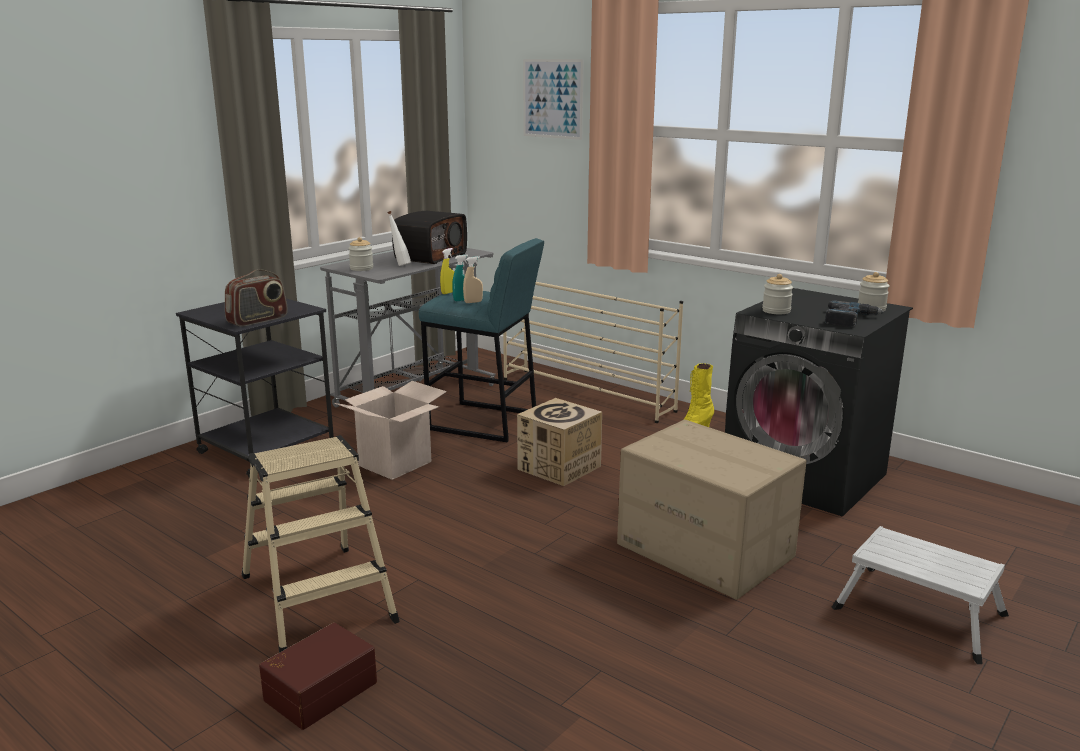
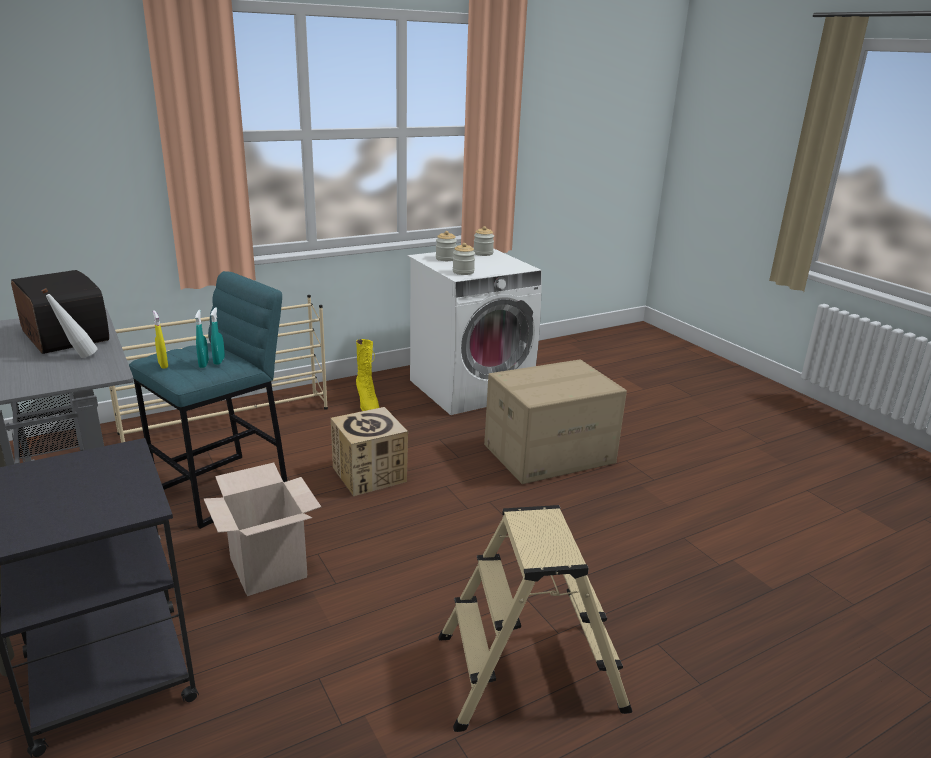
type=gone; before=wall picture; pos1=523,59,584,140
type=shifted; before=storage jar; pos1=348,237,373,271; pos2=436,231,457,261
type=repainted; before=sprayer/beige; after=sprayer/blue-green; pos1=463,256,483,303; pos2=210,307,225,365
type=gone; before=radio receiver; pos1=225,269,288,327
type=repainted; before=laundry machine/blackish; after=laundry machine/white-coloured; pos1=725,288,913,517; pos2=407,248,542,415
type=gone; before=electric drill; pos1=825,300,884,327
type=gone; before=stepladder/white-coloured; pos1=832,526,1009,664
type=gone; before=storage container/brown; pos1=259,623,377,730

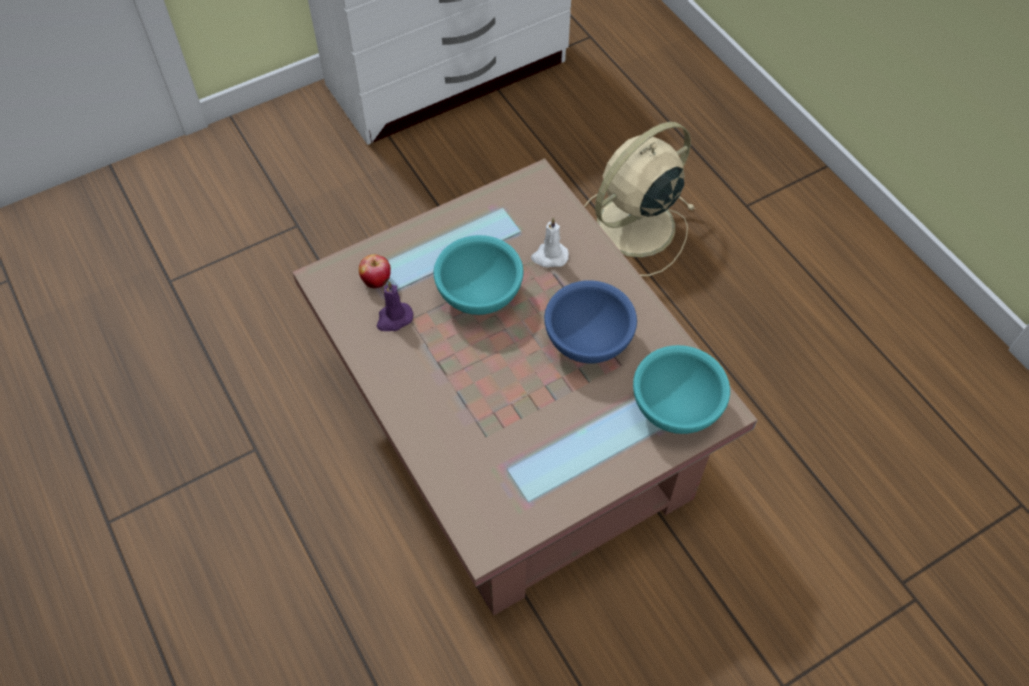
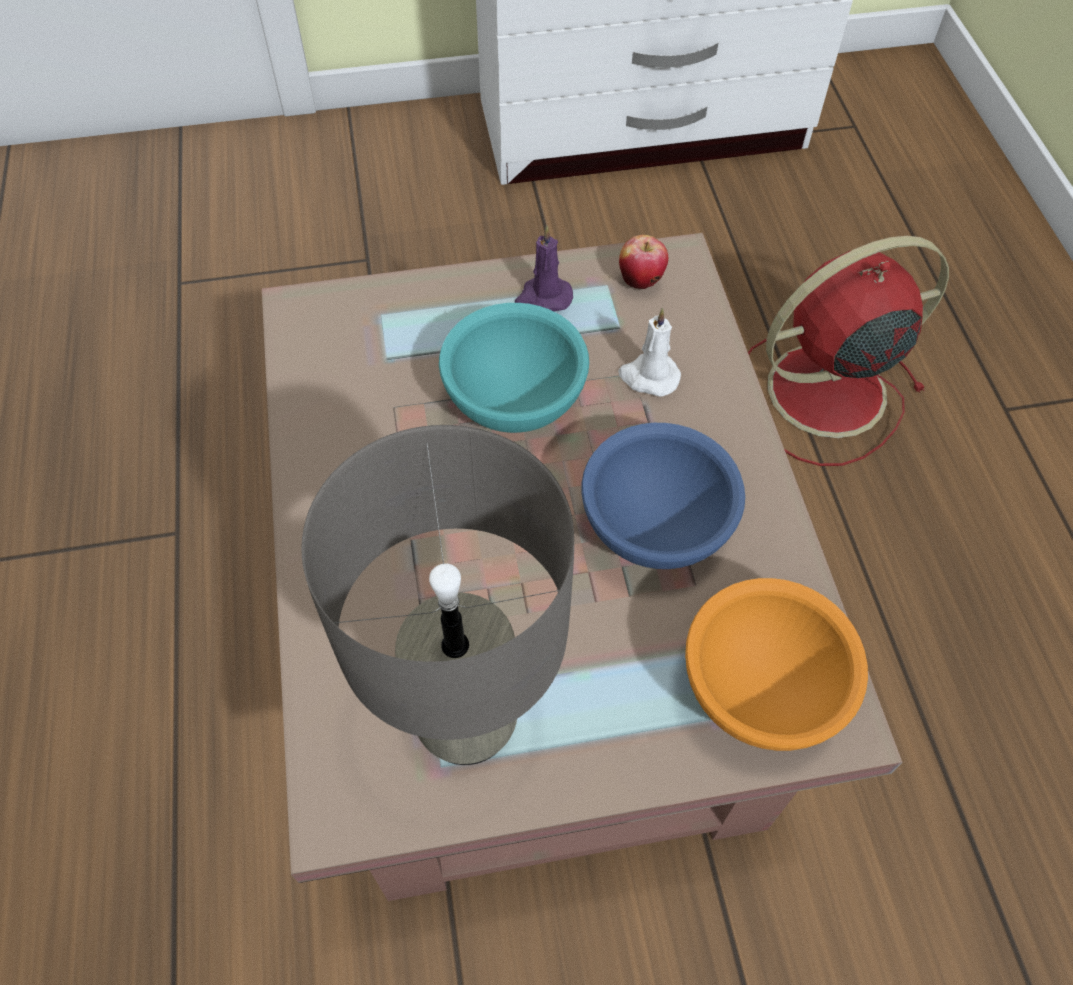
type=repainted; before=fan/beige; after=fan/reddish; pos1=584,122,695,276; pos2=748,236,949,466
type=shifted; before=apple fruit; pos1=359,254,391,288; pos2=619,235,668,289
type=shifted; before=wax candle/purplish; pos1=377,281,413,331; pos2=515,226,573,311
type=repainted; before=serving bowl/blue-green; after=serving bowl/orange; pos1=633,345,730,434; pos2=685,578,868,751
type=new; after=lamp for a table/greyish; pos2=301,425,574,765

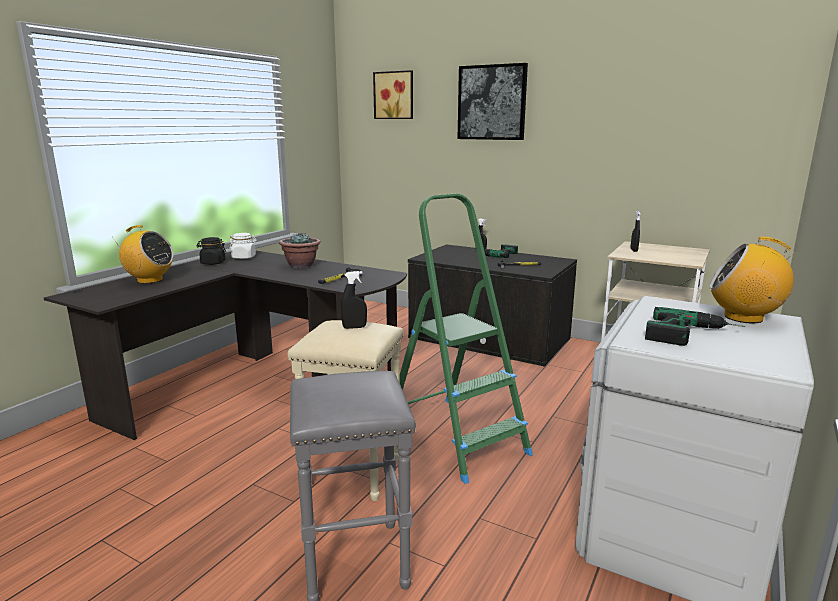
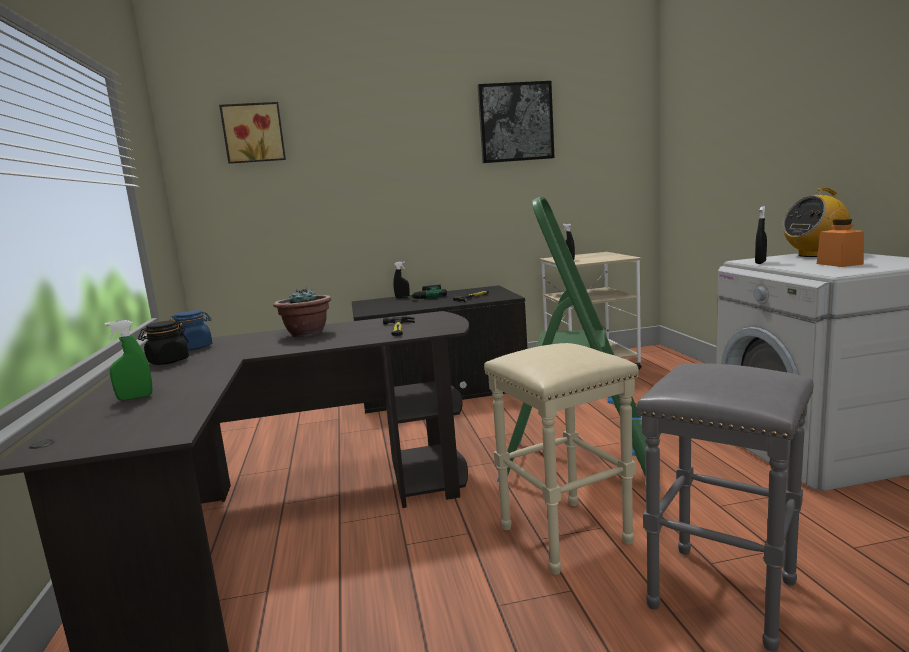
type=shifted; before=wall picture; pos1=458,63,528,140; pos2=477,81,555,163
type=swapped; before=radio receiver; after=sprayer/green-coloured; pos1=112,225,173,284; pos2=104,320,152,400
type=repainted; before=storage jar/white-coloured; after=storage jar/blue; pos1=230,233,256,259; pos2=169,310,212,350
type=shifted; before=sprayer/blackish; pos1=341,271,367,329; pos2=755,206,767,264
type=swapped; before=electric drill; after=storage jar/orange; pos1=645,307,745,346; pos2=817,219,864,267

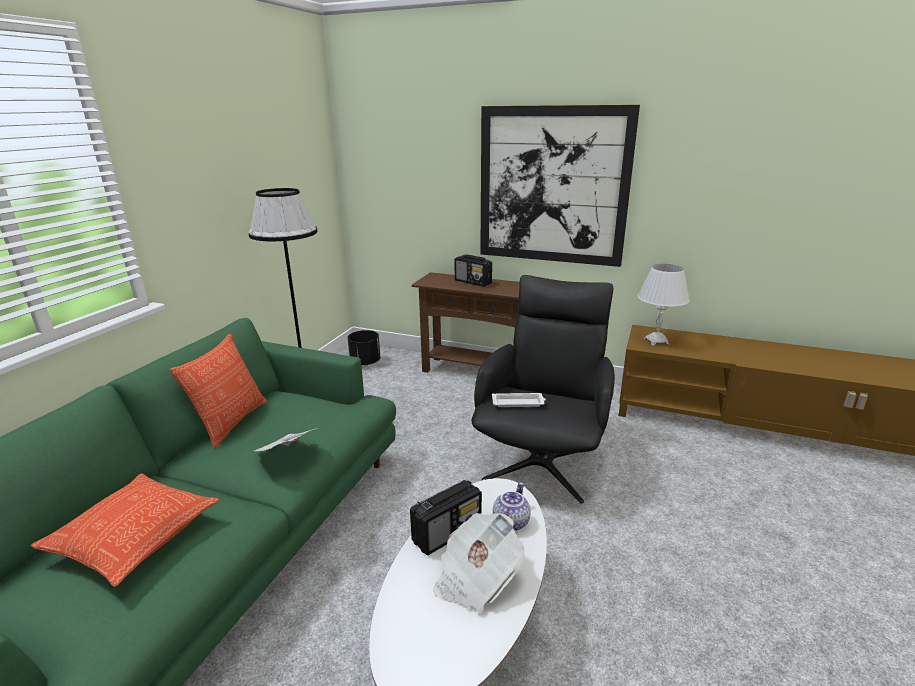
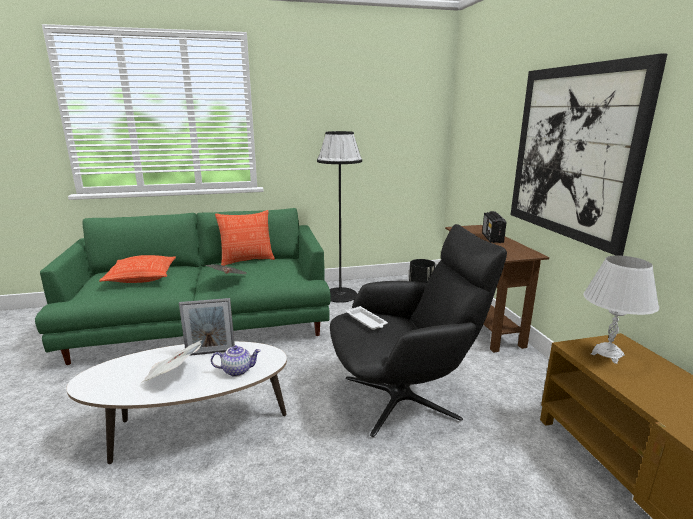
type=swapped; before=radio receiver; after=standing frame; pos1=410,480,482,555; pos2=179,298,235,356

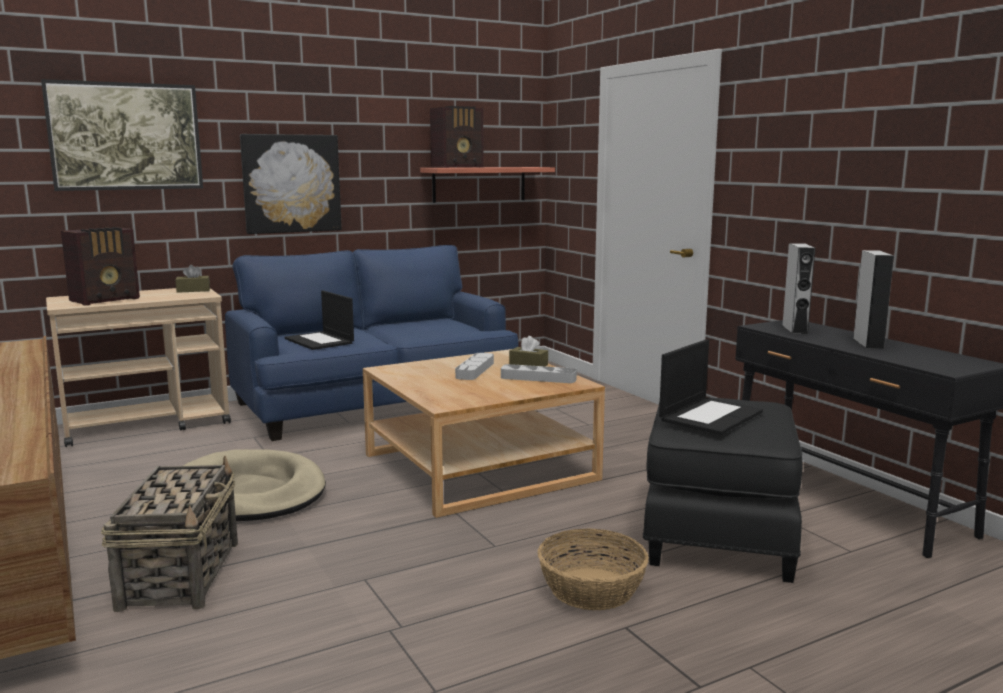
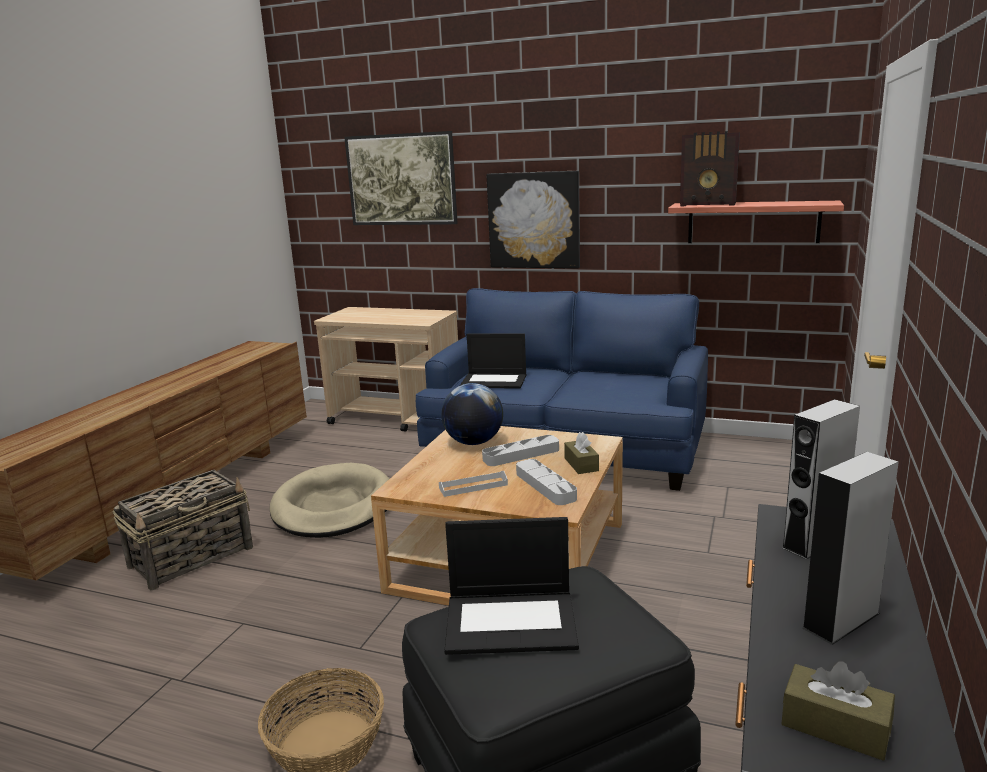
type=gone; before=radio receiver; pos1=61,227,140,306
type=shifted; before=box of tissues/brown; pos1=175,265,210,293; pos2=782,661,895,761
type=rotated; before=notebook computer; pos1=285,291,354,350; pos2=460,334,526,389; turn=-90
type=new; after=world globe; pos2=441,383,503,445
type=new; after=tray/white-coloured; pos2=439,471,508,497

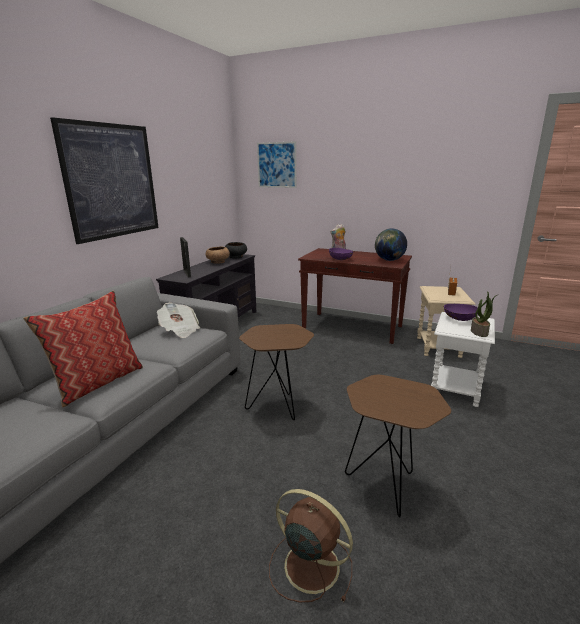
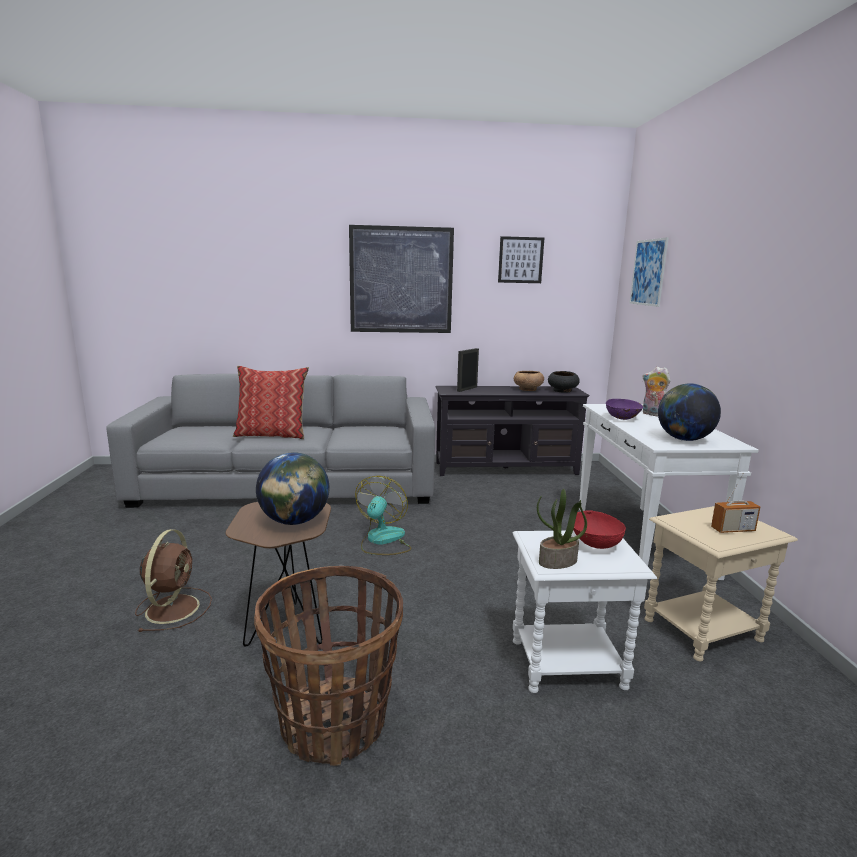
type=repainted; before=hall table/brown; after=hall table/white-coloured; pos1=298,248,412,344; pos2=579,404,759,581
type=gone; before=newspaper; pos1=157,303,200,338
type=repainted; before=serving bowl/purplish; after=serving bowl/reddish; pos1=444,304,478,321; pos2=573,510,626,549
type=swapped; before=end table/brown; after=fan; pos1=239,324,314,420; pos2=355,476,412,555
type=new; after=wall picture; pos2=498,236,544,283
type=new; after=world globe; pos2=256,452,330,525
type=new; after=basket; pos2=254,566,403,766

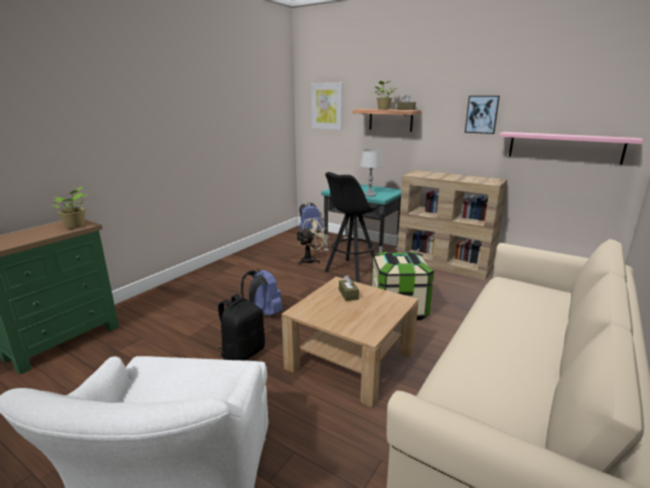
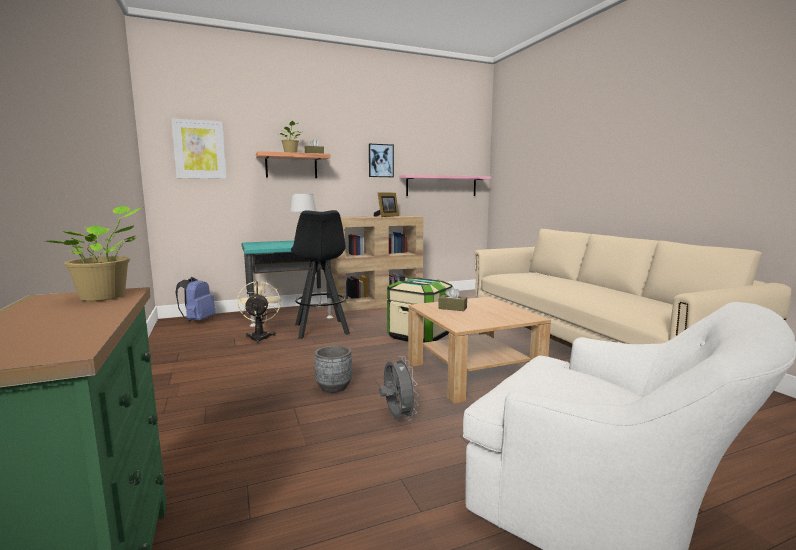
type=swapped; before=knapsack/blue; after=plant pot/greyish; pos1=241,269,283,317; pos2=314,345,352,393
type=swapped; before=knapsack/blackish; after=fan/greyish; pos1=218,294,265,361; pos2=379,356,419,420
type=new; after=standing frame; pos2=374,192,399,217

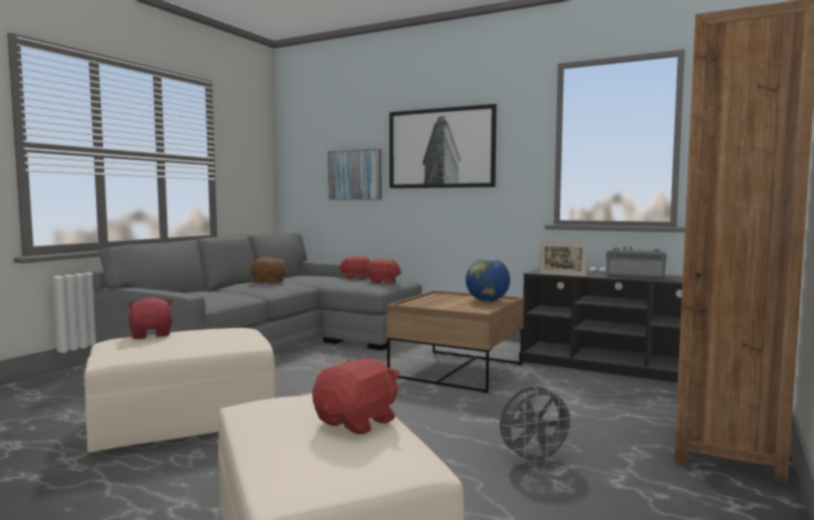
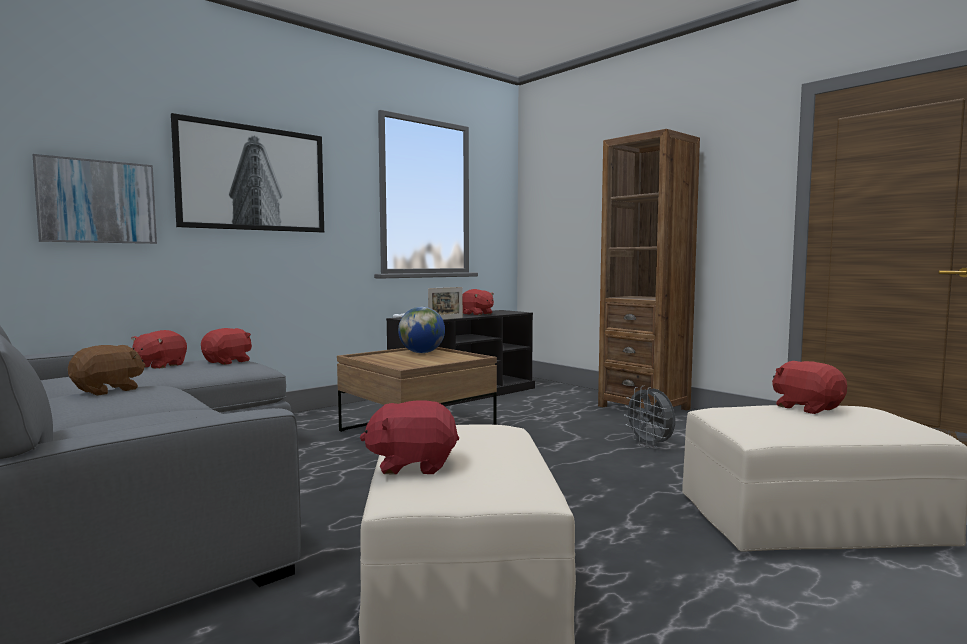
type=swapped; before=radio receiver; after=plush toy/reddish; pos1=606,247,667,279; pos2=463,289,494,315
type=rotated; before=fan/greyish; pos1=500,386,576,467; pos2=624,386,675,448; turn=150

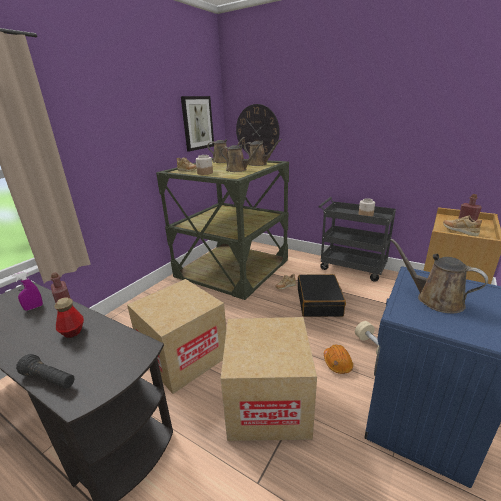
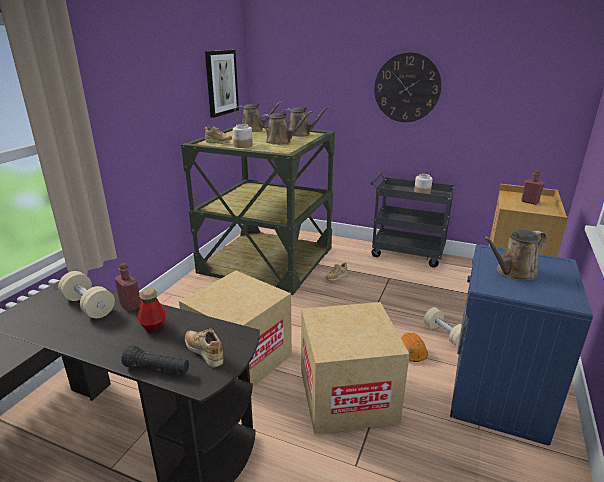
type=shifted; before=clock on the wall; pos1=236,104,280,155; pos2=374,52,442,122
type=shifted; before=shoe/beige; pos1=443,216,482,236; pos2=185,328,223,368
type=rotated; before=watering can/brown; pos1=390,238,488,313; pos2=483,230,547,280; turn=-60
type=swapped; before=sprayer/purplish; after=dumbbell/beige; pos1=12,271,43,311; pos2=58,271,115,318
type=gone; before=piece of luggage/blackish; pos1=298,274,346,317

